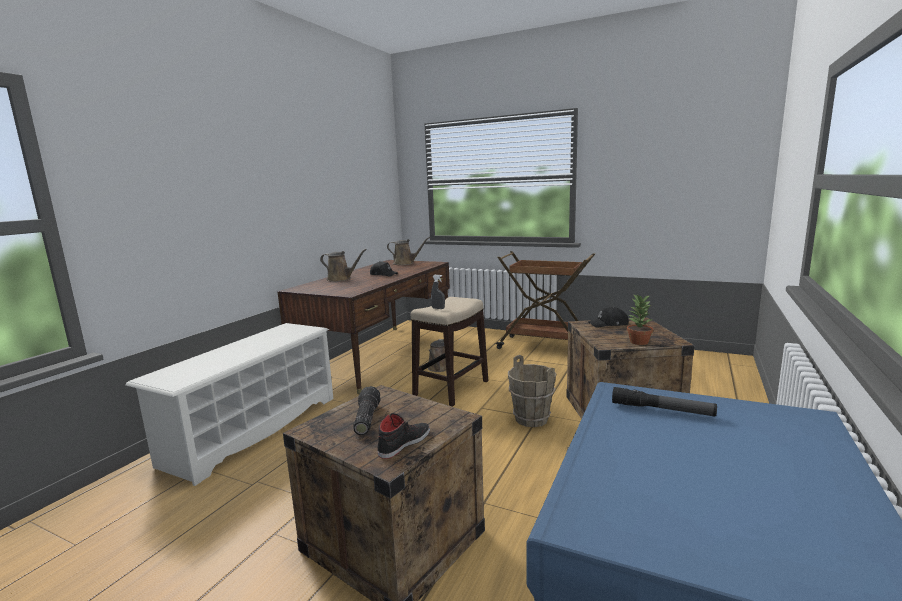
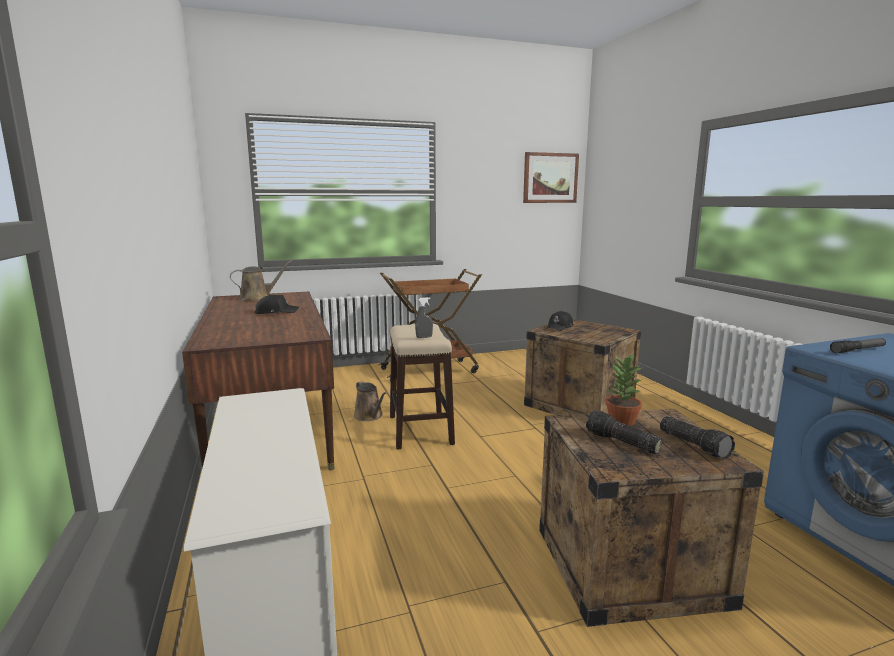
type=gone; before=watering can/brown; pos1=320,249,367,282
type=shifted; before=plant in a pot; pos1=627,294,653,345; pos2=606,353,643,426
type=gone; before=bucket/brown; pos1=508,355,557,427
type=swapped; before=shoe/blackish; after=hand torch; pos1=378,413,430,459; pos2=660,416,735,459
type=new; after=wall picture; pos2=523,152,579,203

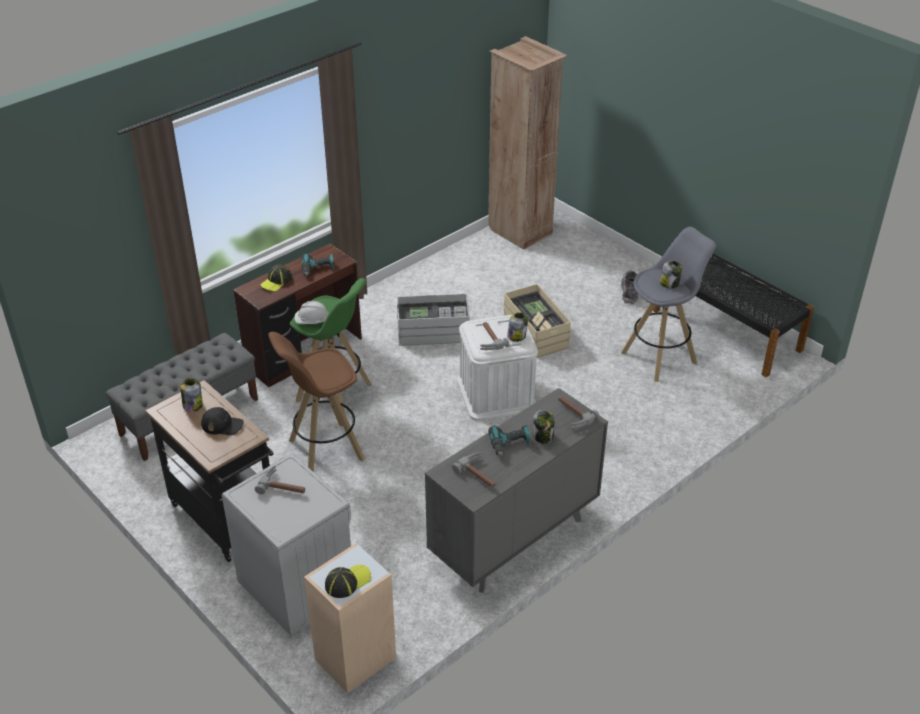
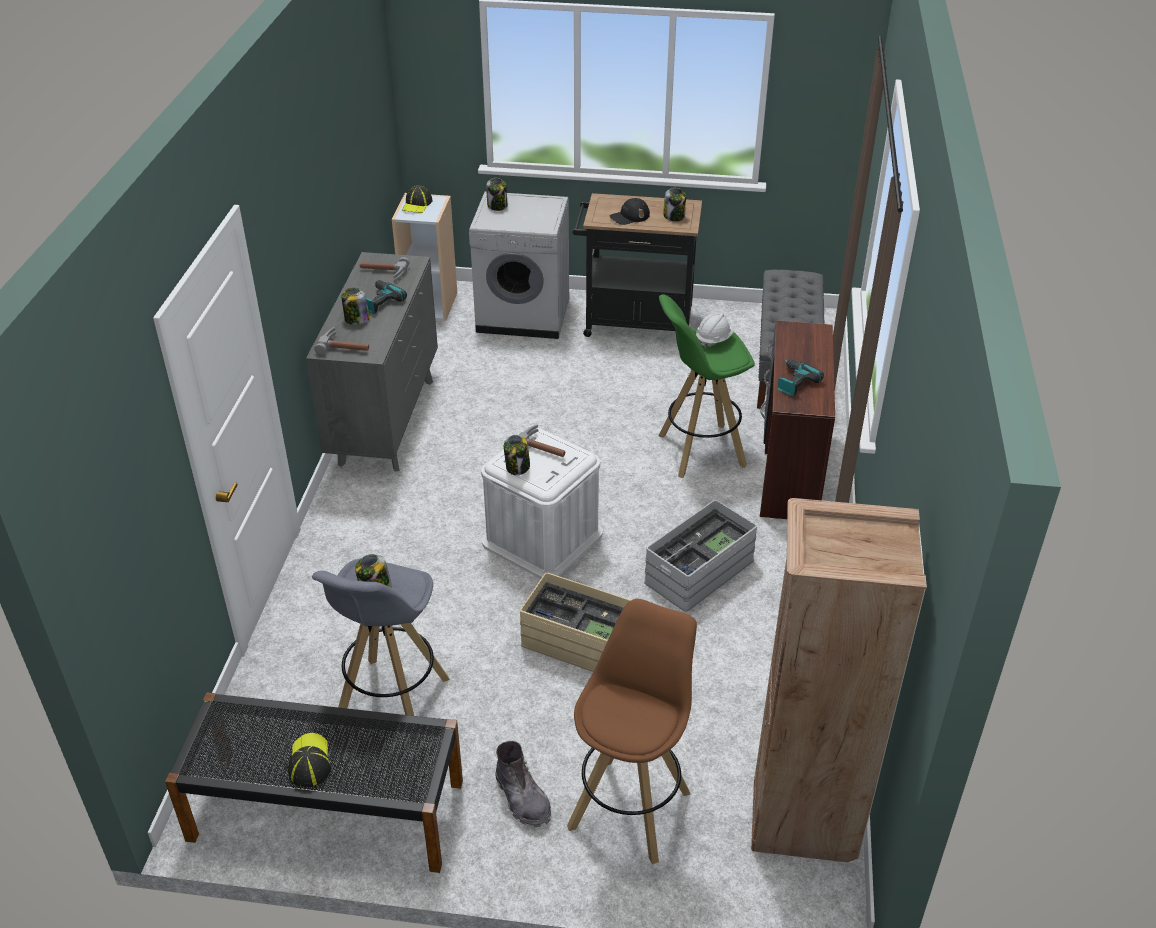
type=shifted; before=cap; pos1=260,264,292,291; pos2=288,733,331,787
type=shifted; before=stool/brown; pos1=268,332,365,472; pos2=567,599,697,864
type=gone; before=hammer; pos1=255,466,305,494
type=new; after=storage jar; pos2=486,178,507,211

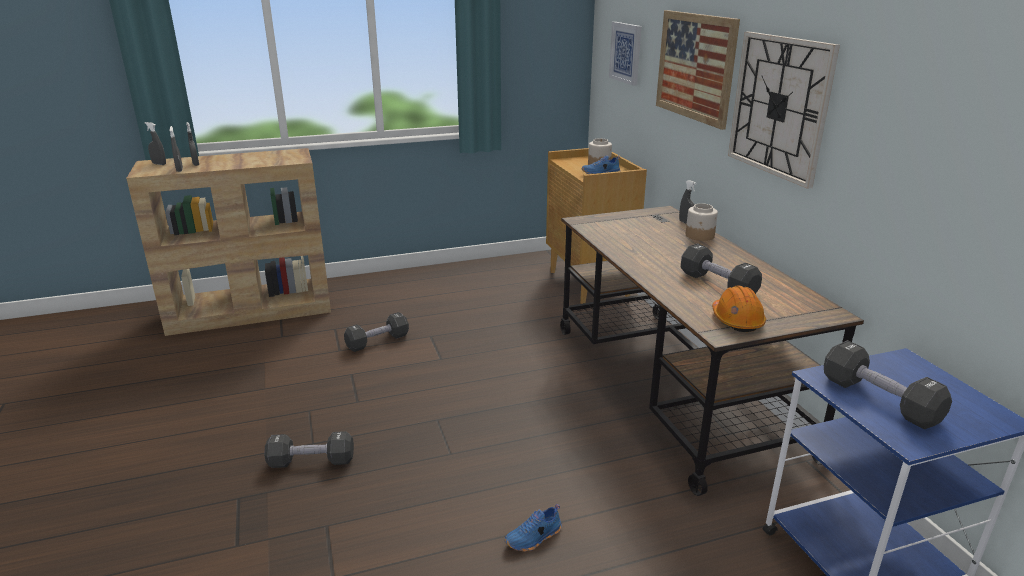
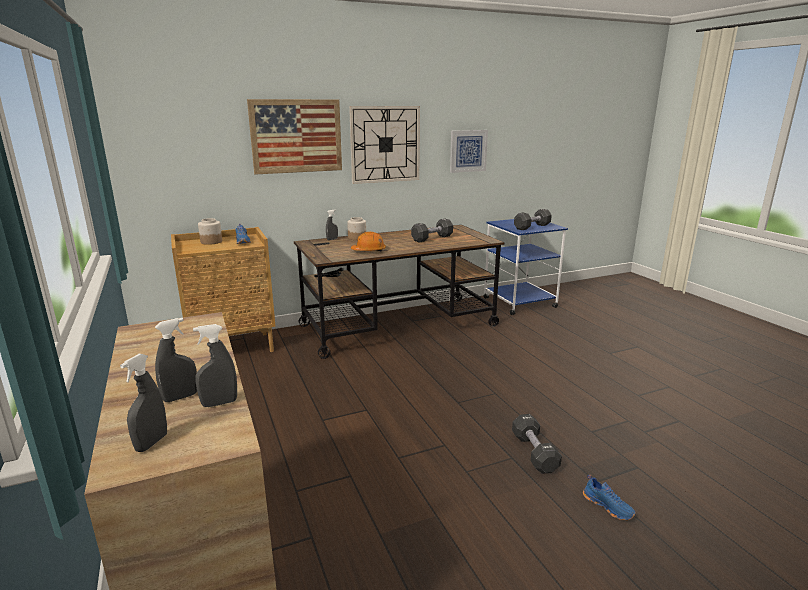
type=shifted; before=wall picture; pos1=609,22,641,86; pos2=450,130,488,173
type=shifted; before=work helmet/orange; pos1=712,286,766,332; pos2=351,232,386,252
type=gone; before=dumbbell/blackish; pos1=344,312,409,352
type=shifted; before=shoe/blue; pos1=505,504,562,552; pos2=583,475,636,520

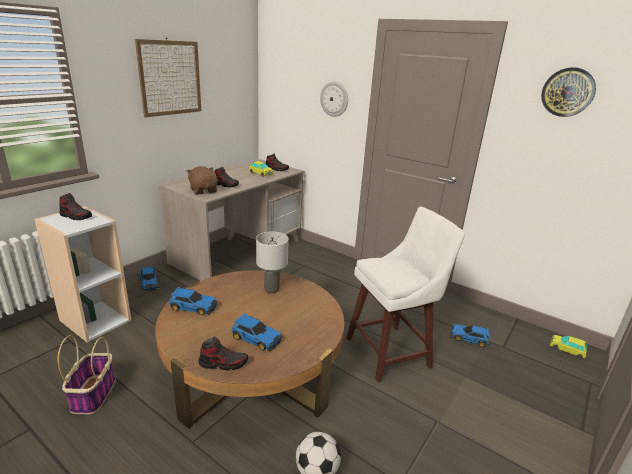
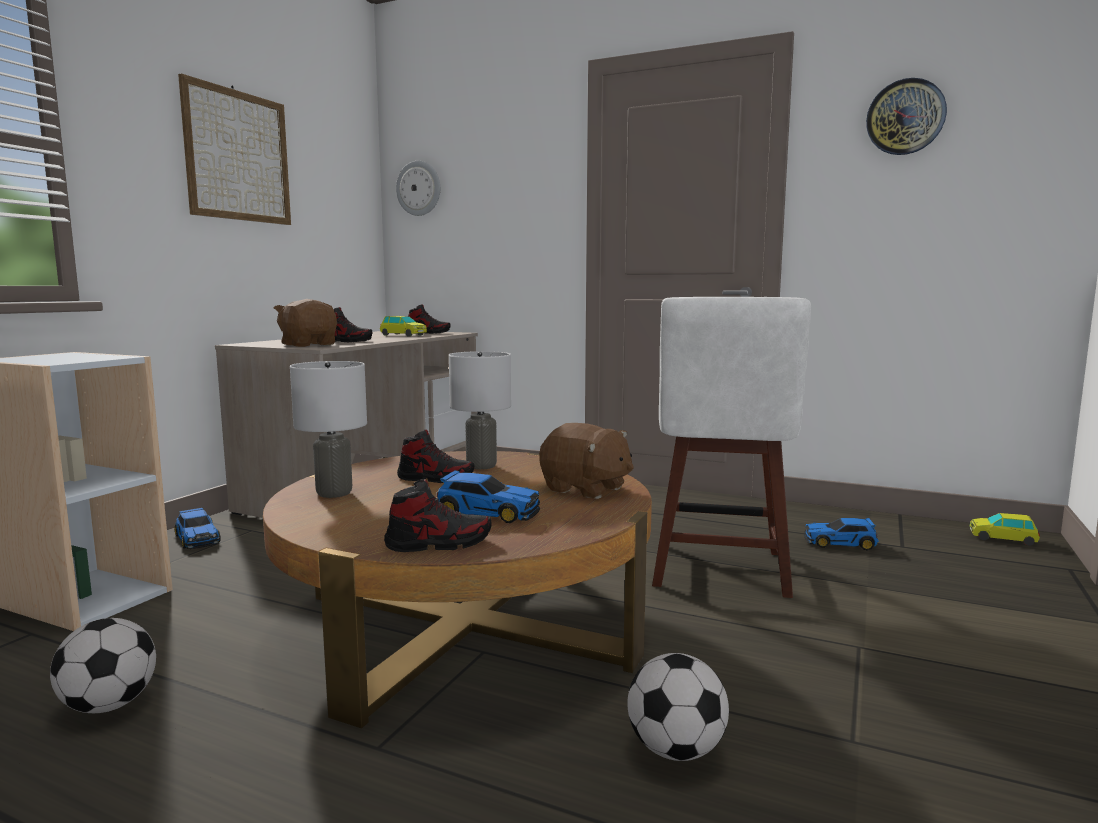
type=shifted; before=clock on the wall; pos1=320,82,348,117; pos2=396,161,440,216
type=shifted; before=shoe; pos1=59,193,92,220; pos2=397,429,474,483
type=rotated; before=chair/white-coloured; pos1=346,207,465,382; pos2=652,297,811,598; turn=135
type=swapped; before=toy car; after=lamp for a table/white-coloured; pos1=169,287,217,315; pos2=290,361,367,498
type=swapped; before=basket; after=football; pos1=57,335,115,414; pos2=50,618,156,713
type=new; after=plush toy/brown; pos2=539,423,634,499

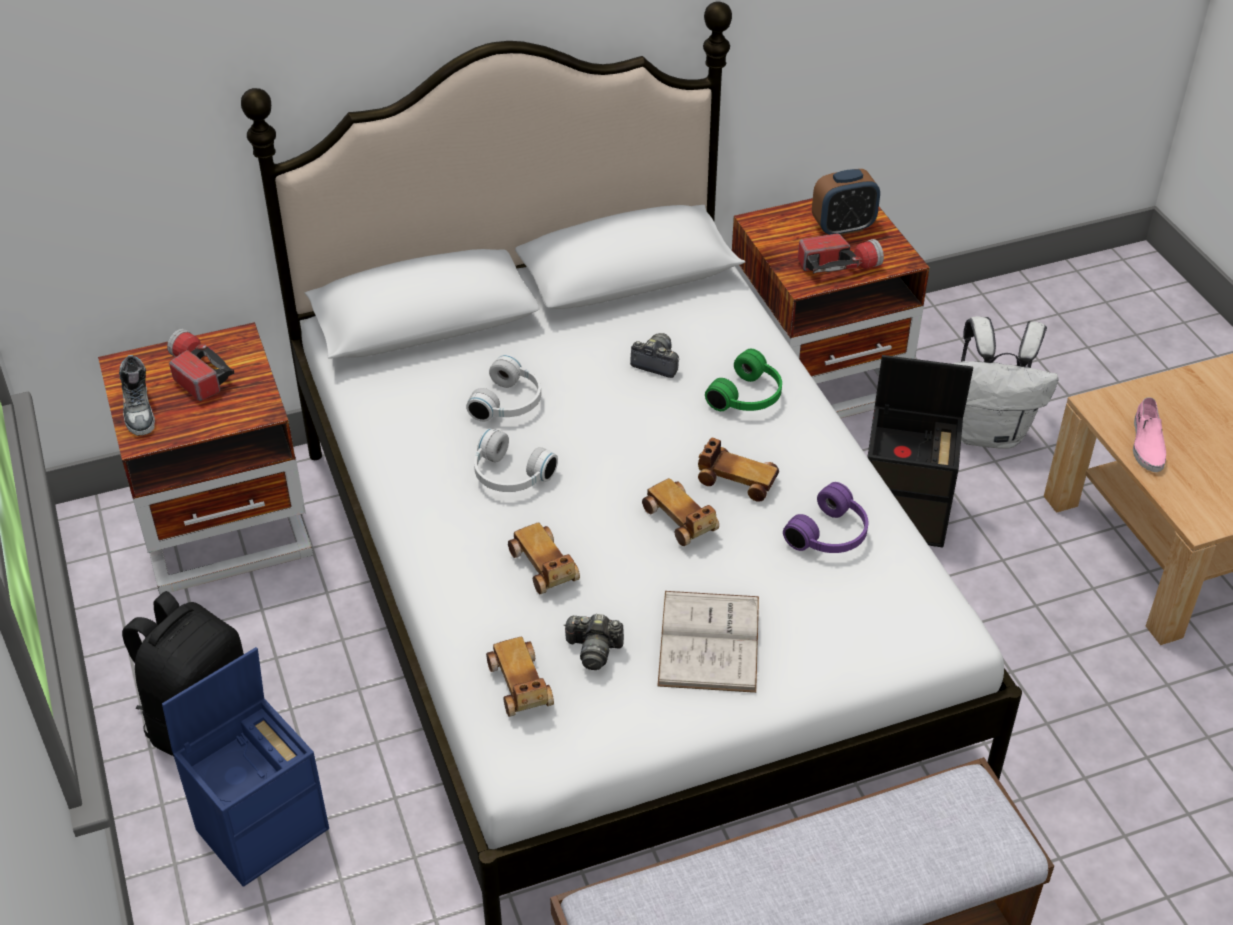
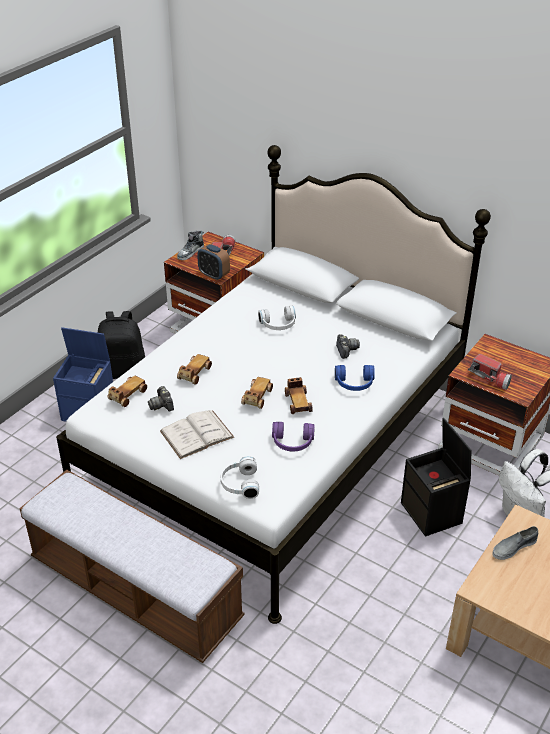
type=shifted; before=alarm clock; pos1=812,169,880,235; pos2=197,244,230,280
type=repainted; before=pair of headphones/green-coloured; after=pair of headphones/blue; pos1=705,349,782,411; pos2=335,365,375,391
type=repainted; before=shoe/pink-coloured; after=shoe/greyish; pos1=1133,397,1166,472; pos2=492,526,538,560
type=shifted; before=pair of headphones/white-coloured; pos1=474,428,558,492; pos2=221,456,259,499

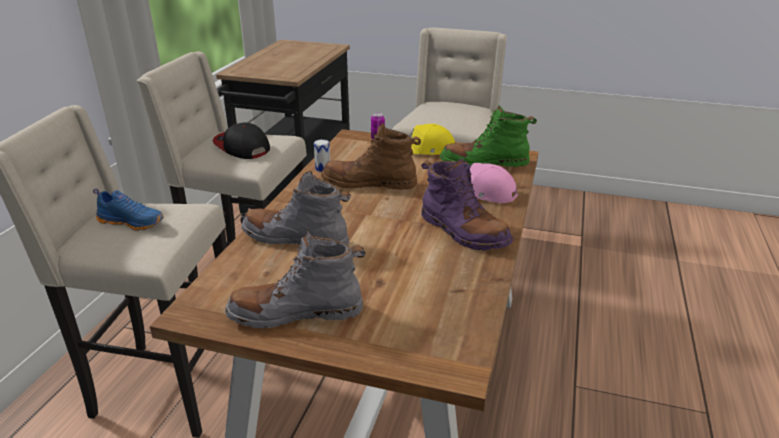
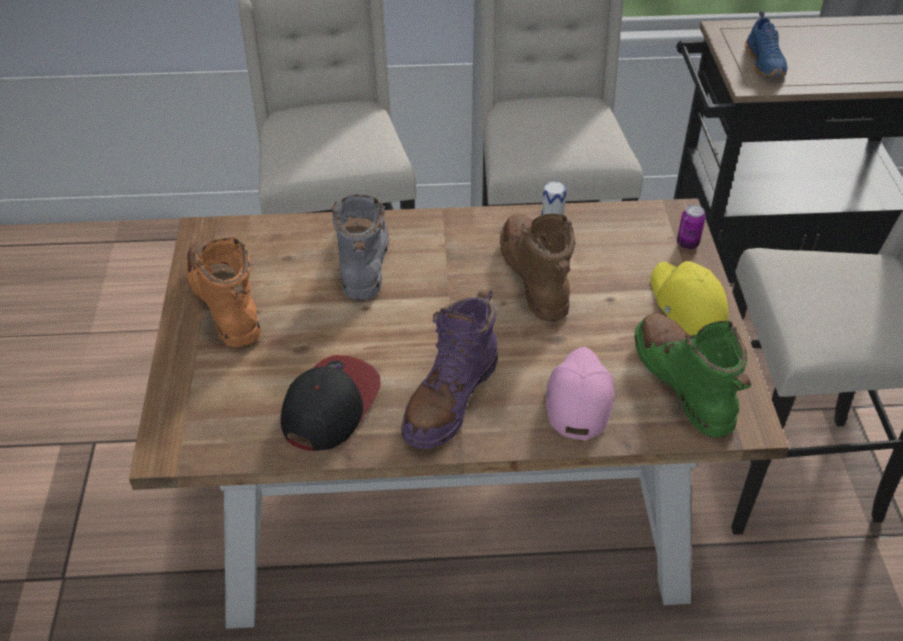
type=shifted; before=cap; pos1=212,122,270,159; pos2=281,355,381,451
type=shifted; before=shoe/blue; pos1=93,189,164,231; pos2=745,11,787,76
type=repainted; before=boot/greyish; after=boot/orange; pos1=225,231,366,328; pos2=186,238,261,348

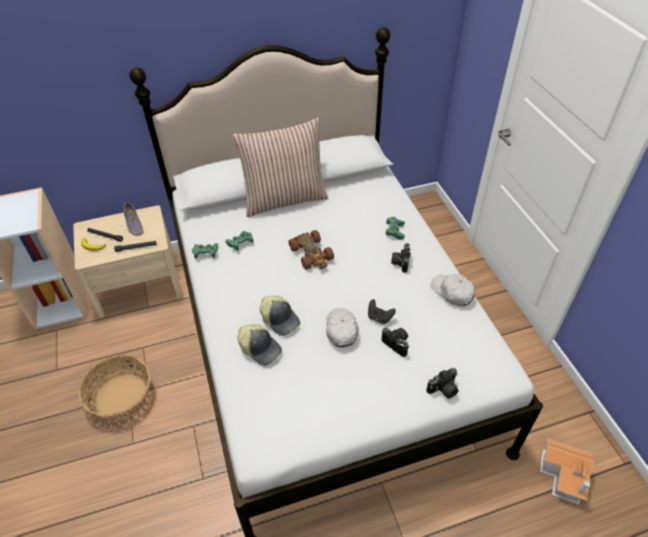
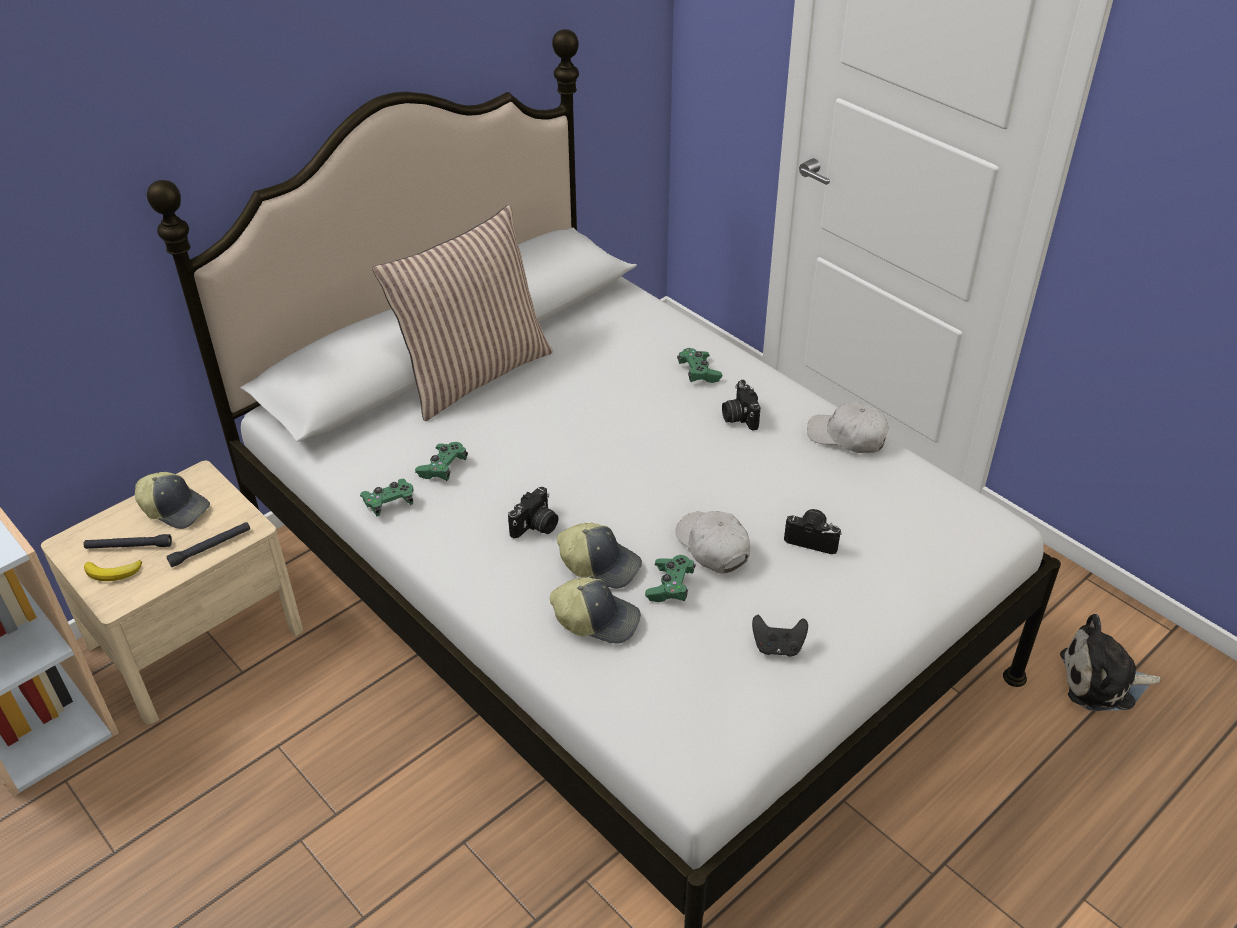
type=swapped; before=shoe; after=cap; pos1=123,202,143,236; pos2=135,472,210,529
type=gone; before=toy car/brown; pos1=289,230,334,270
type=shifted; before=game controller/blackish; pos1=368,299,396,324; pos2=752,615,808,657
type=gone; before=basket; pos1=78,355,151,420
type=shifted; before=photo camera; pos1=426,368,459,399; pos2=508,487,558,539
type=swapped; before=miniature house; after=plush toy; pos1=540,439,594,505; pos2=1060,614,1161,711
type=new; after=game controller/green-coloured; pos2=645,555,696,602

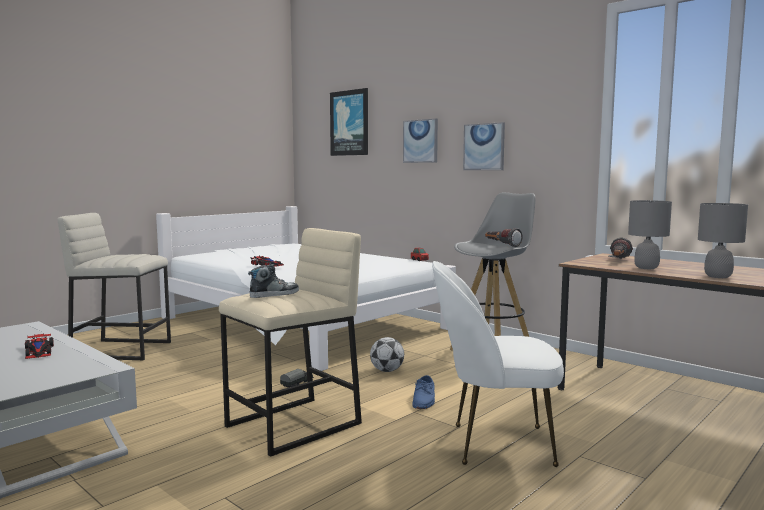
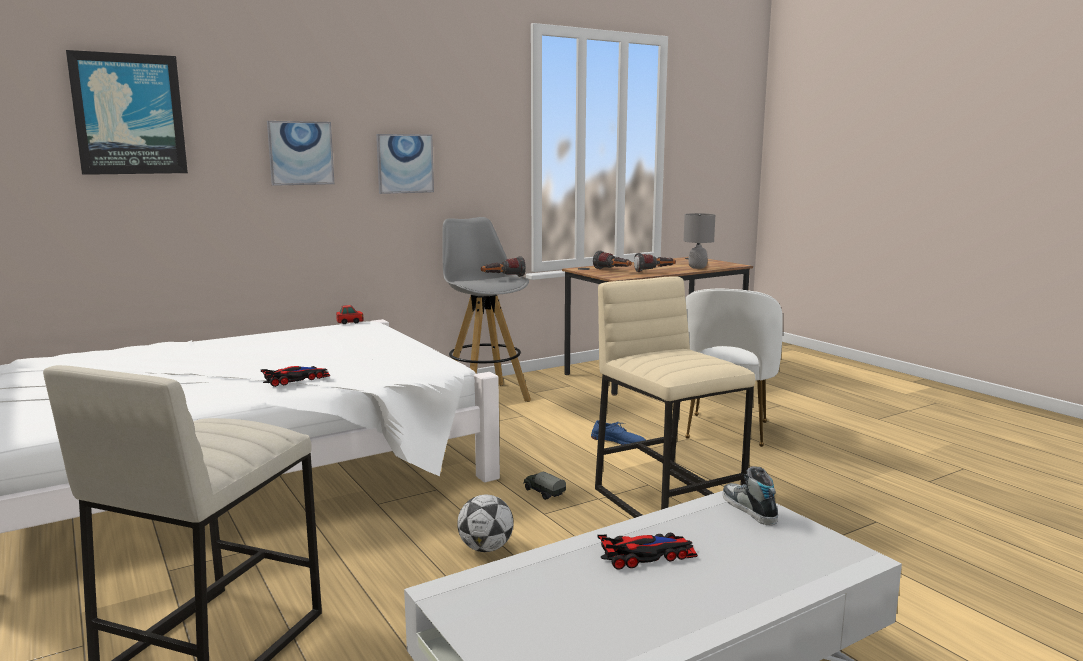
type=swapped; before=lamp for a table/greyish; after=hand torch; pos1=628,200,672,269; pos2=634,253,676,272
type=shifted; before=shoe; pos1=248,264,299,298; pos2=723,466,778,525
type=shifted; before=football; pos1=370,337,404,372; pos2=457,495,514,552

